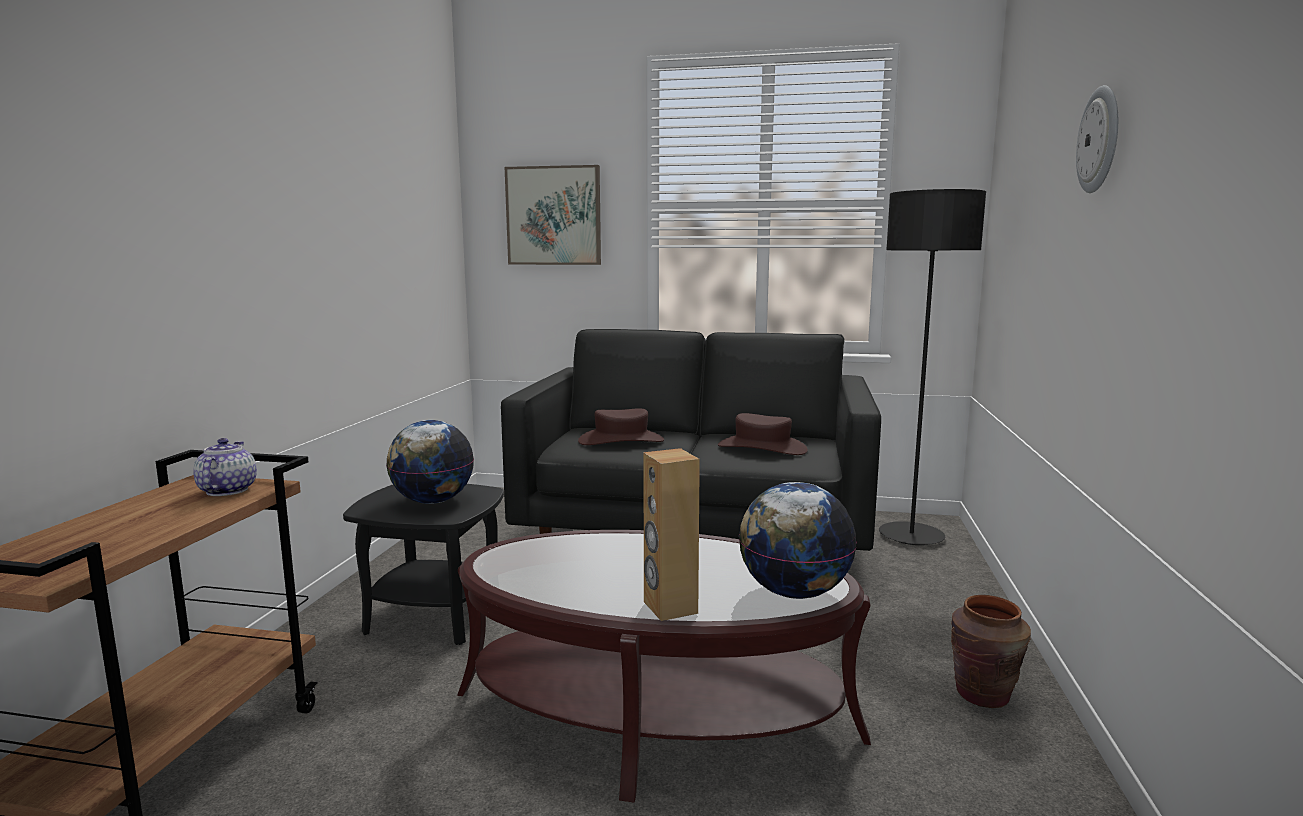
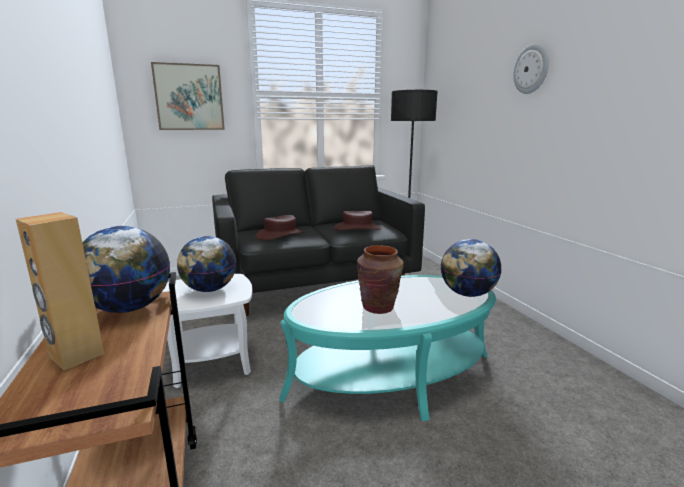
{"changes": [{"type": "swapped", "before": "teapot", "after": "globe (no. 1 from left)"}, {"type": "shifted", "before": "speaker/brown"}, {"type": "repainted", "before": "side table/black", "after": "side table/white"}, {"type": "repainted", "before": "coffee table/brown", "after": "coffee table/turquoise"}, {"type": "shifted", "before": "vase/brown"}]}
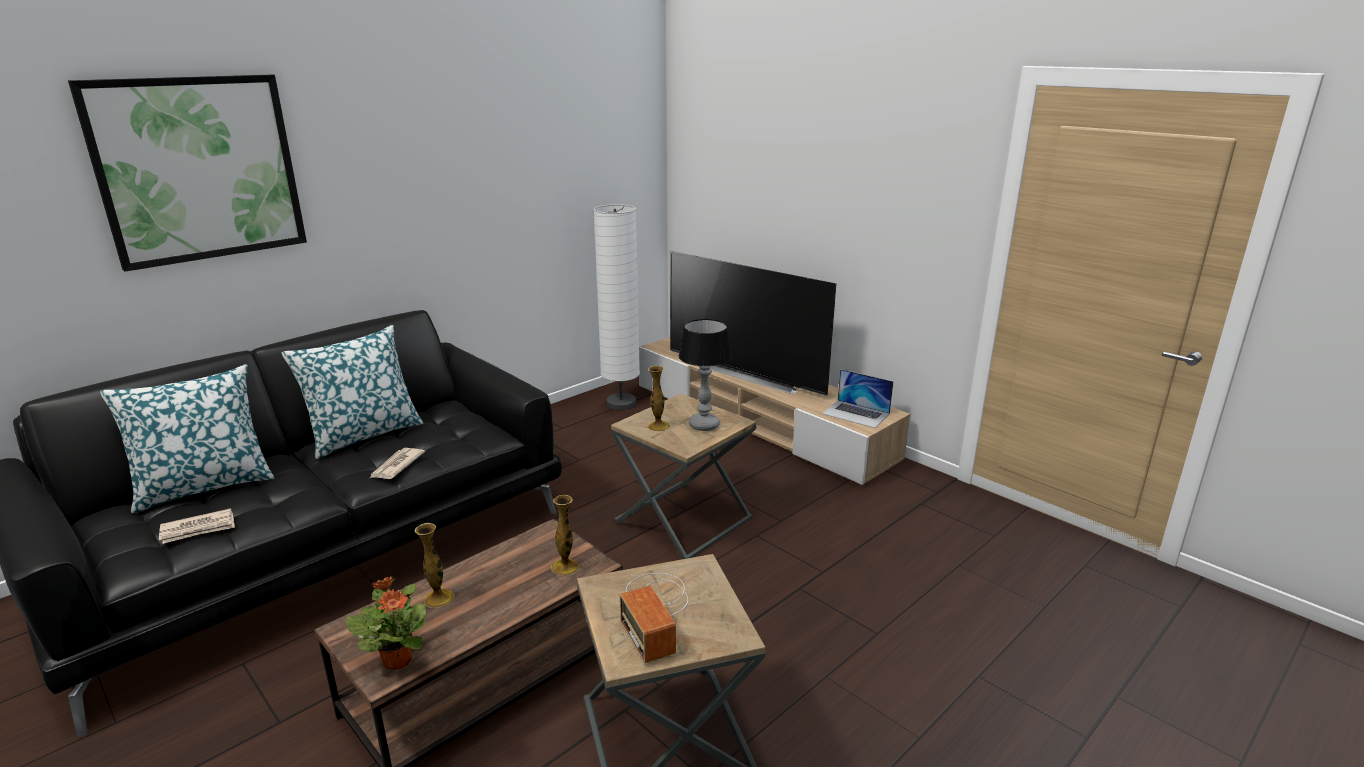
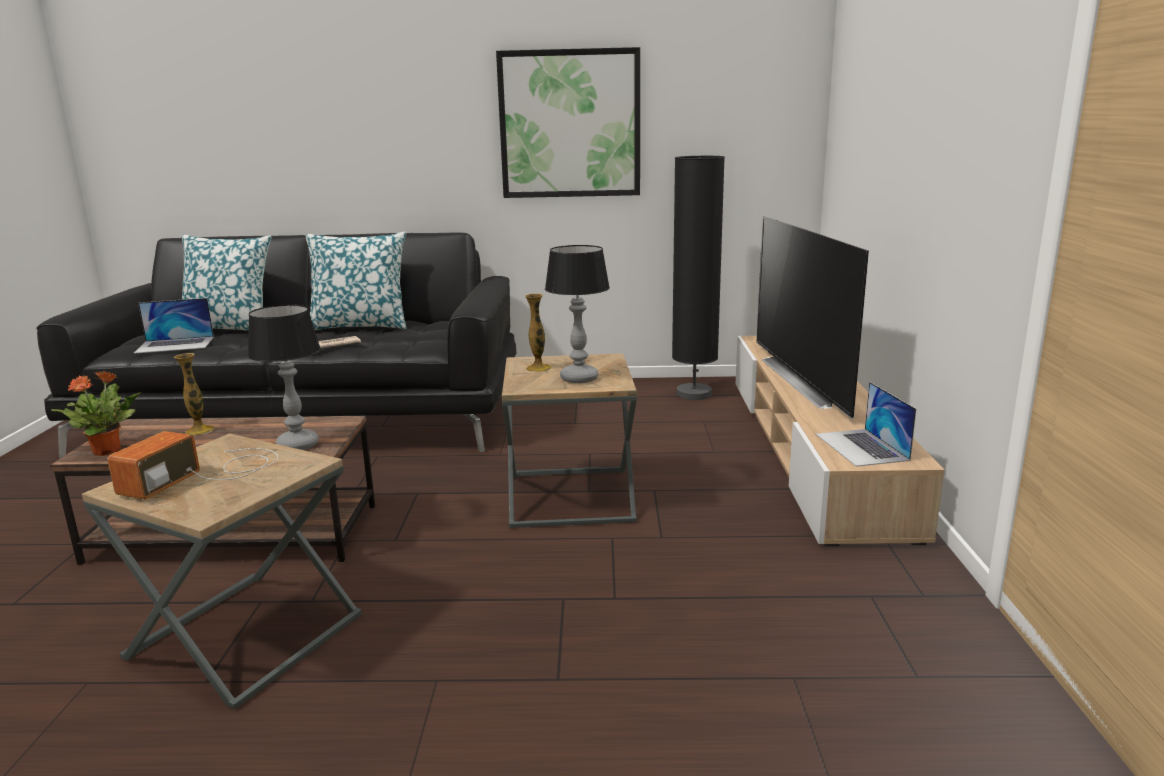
{"changes": [{"type": "shifted", "before": "picture"}, {"type": "repainted", "before": "floor lamp/white", "after": "floor lamp/black"}, {"type": "swapped", "before": "vase (no. 2 from left)", "after": "table lamp (no. 1 from left)"}, {"type": "swapped", "before": "newspaper (no. 1 from left)", "after": "laptop (no. 1 from left)"}]}
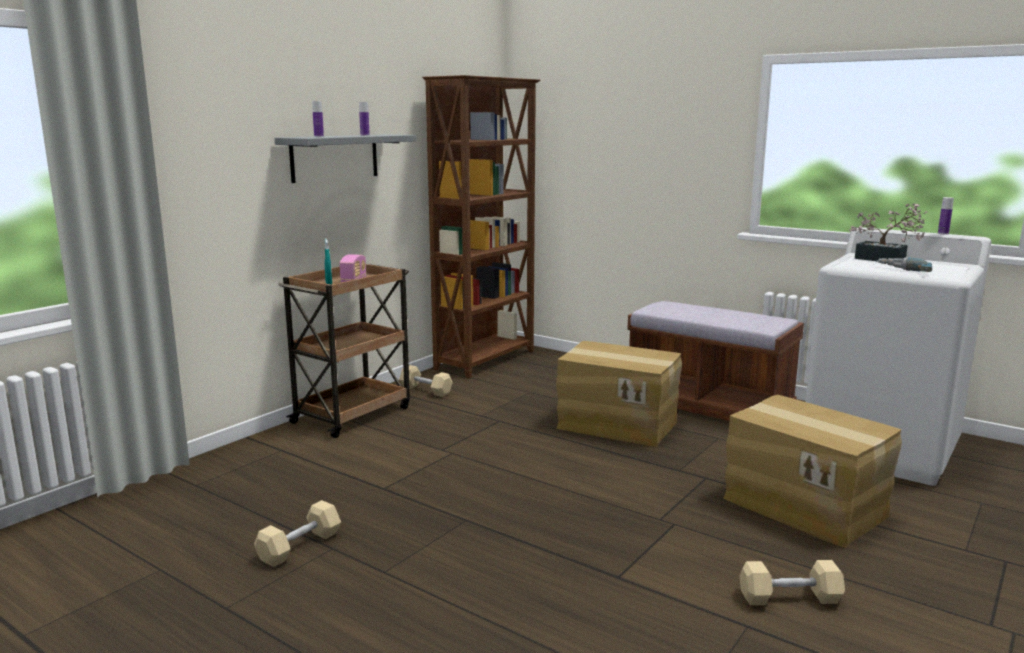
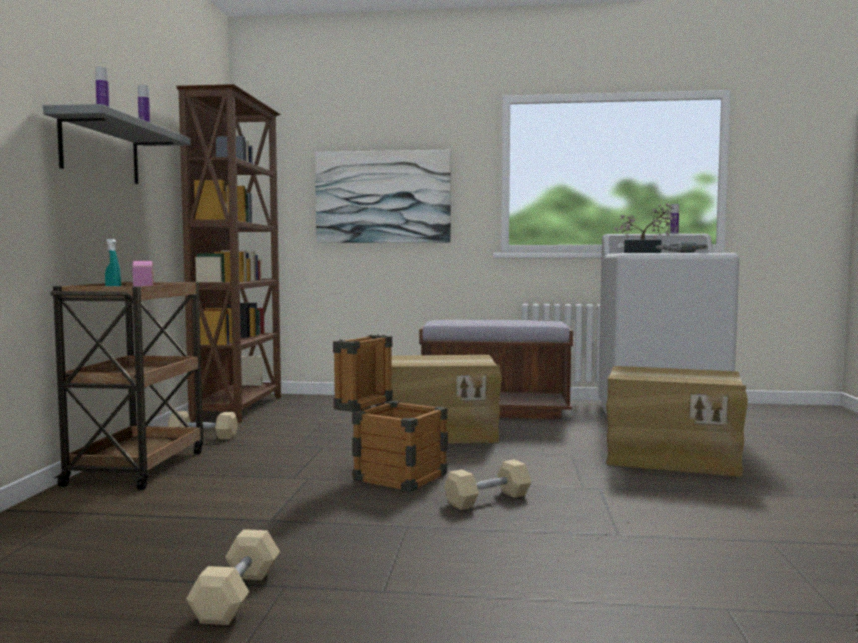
{"changes": [{"type": "shifted", "before": "dumbbell/beige (no. 3 from left)"}, {"type": "new", "after": "picture"}, {"type": "new", "after": "crate"}]}
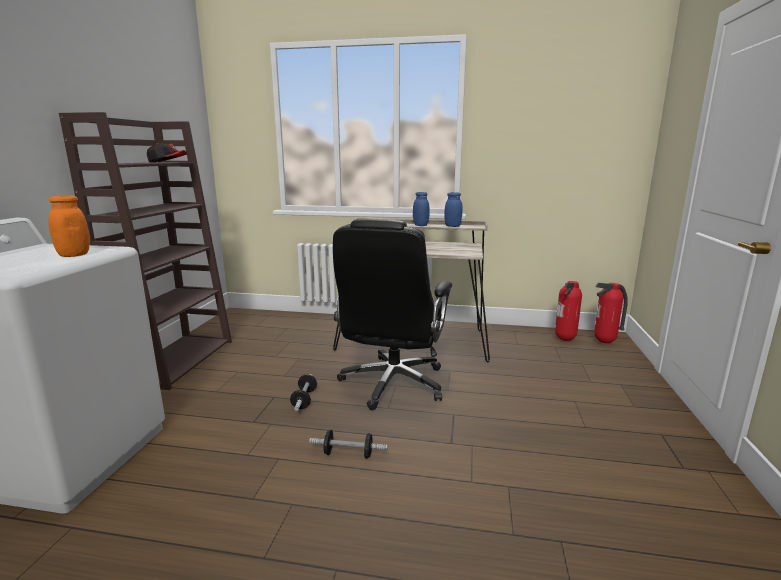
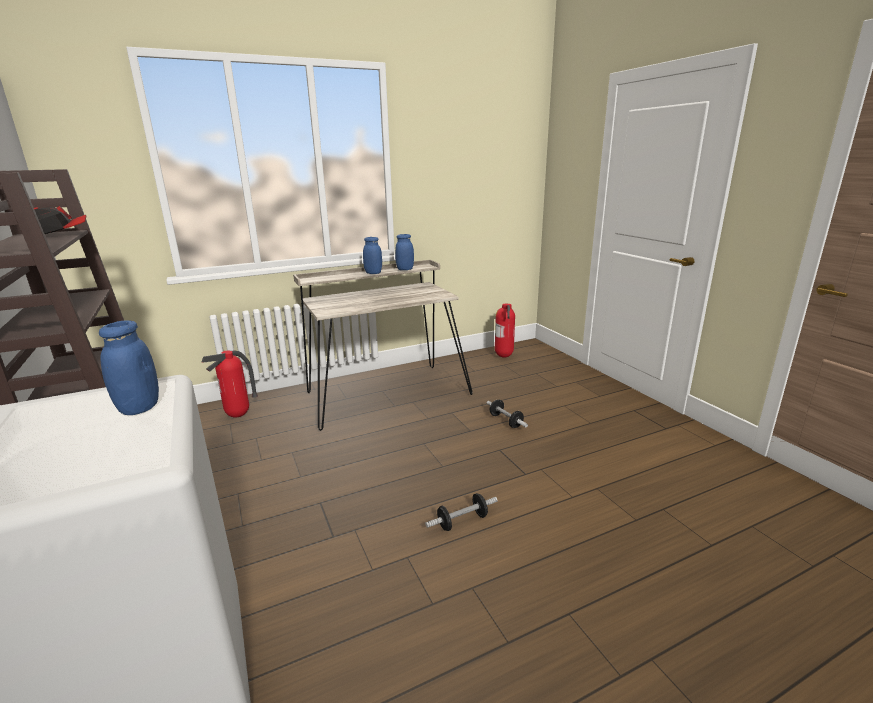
{"changes": [{"type": "repainted", "before": "jar/orange", "after": "jar/blue (no. 1 from left)"}, {"type": "gone", "before": "office chair/black"}, {"type": "shifted", "before": "fire extinguisher (no. 2 from left in the first image)", "after": "fire extinguisher (no. 1 from left)"}, {"type": "shifted", "before": "dumbbell (no. 1 from left in the first image)", "after": "dumbbell (no. 2 from left)"}]}
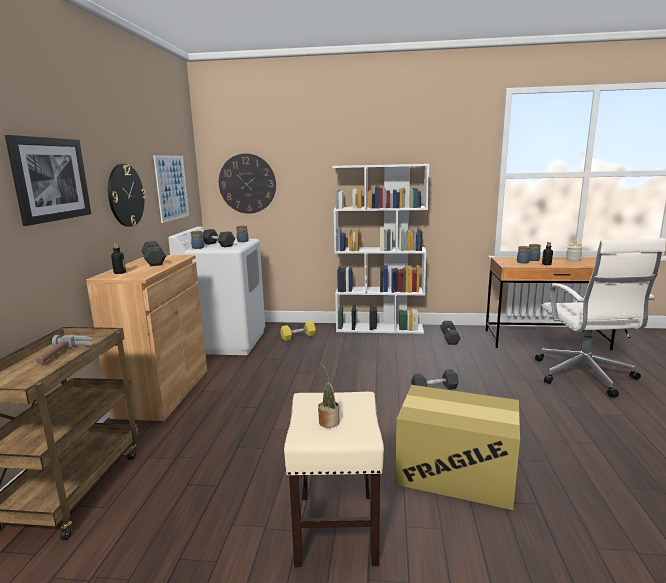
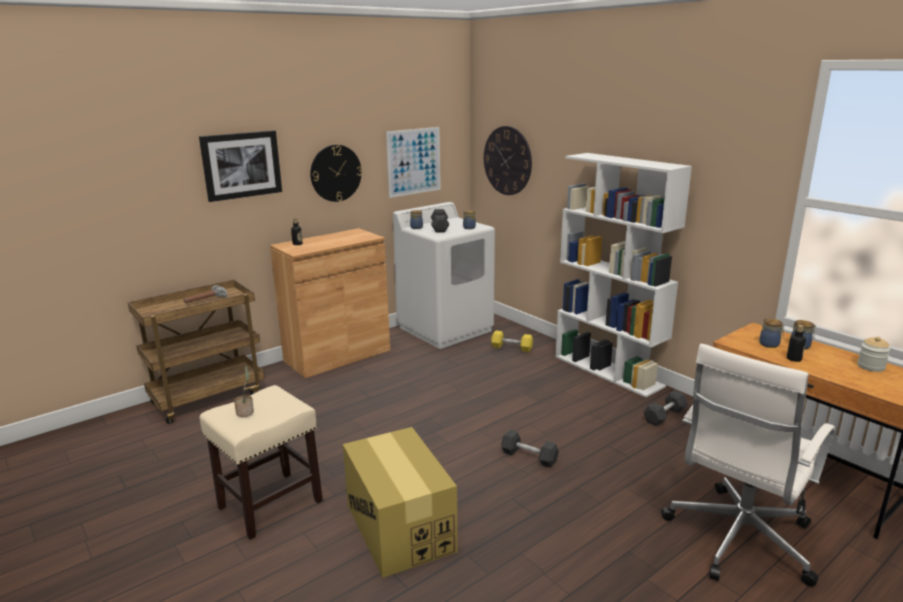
{"changes": [{"type": "gone", "before": "dumbbell/grey (no. 1 from left)"}]}
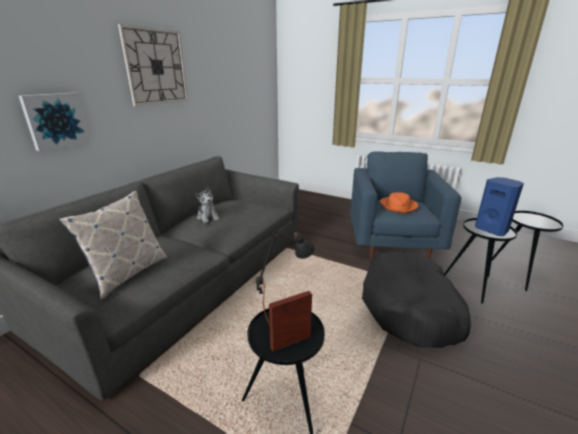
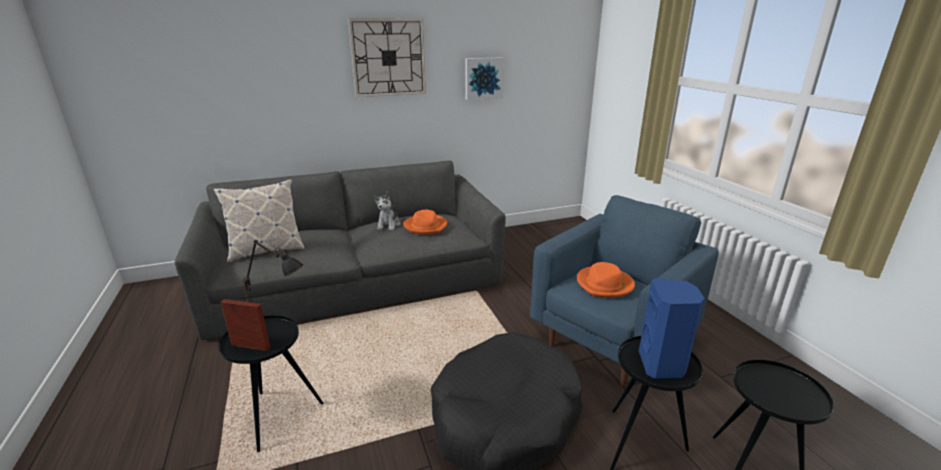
{"changes": [{"type": "shifted", "before": "picture"}, {"type": "new", "after": "hat/orange (no. 1 from left)"}]}
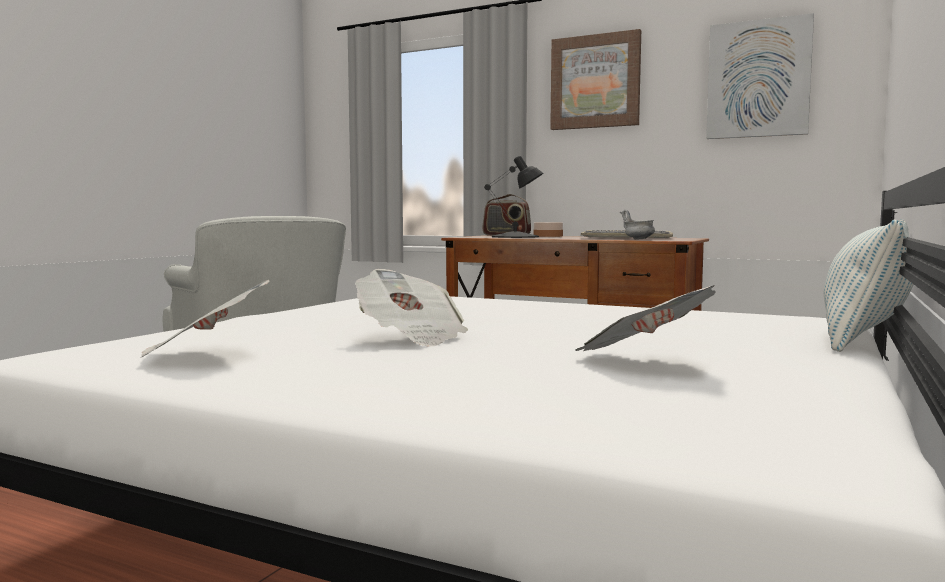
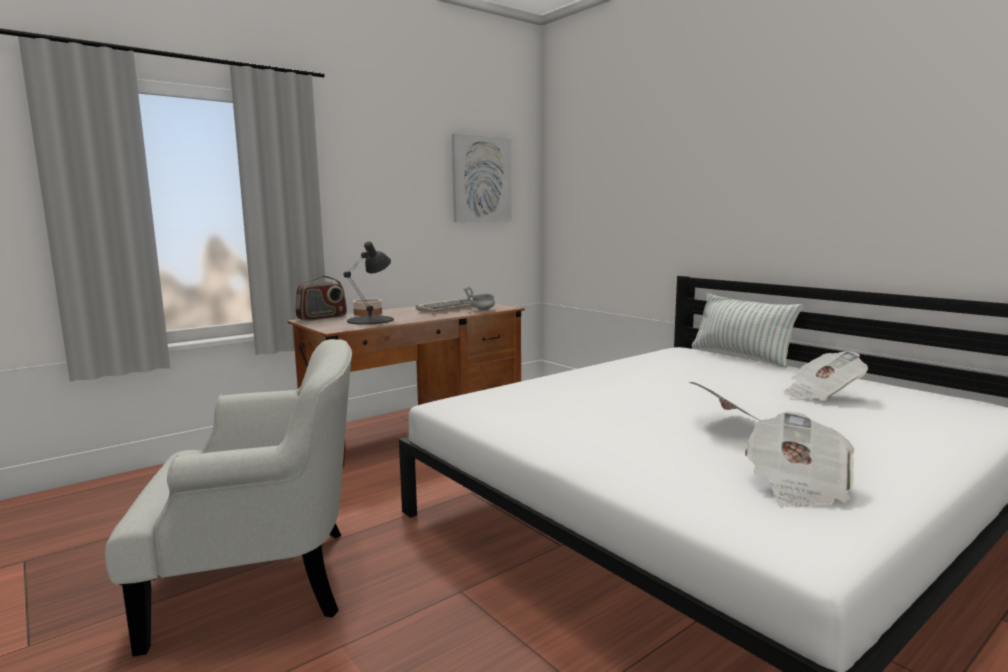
{"changes": [{"type": "gone", "before": "picture (no. 1 from left)"}]}
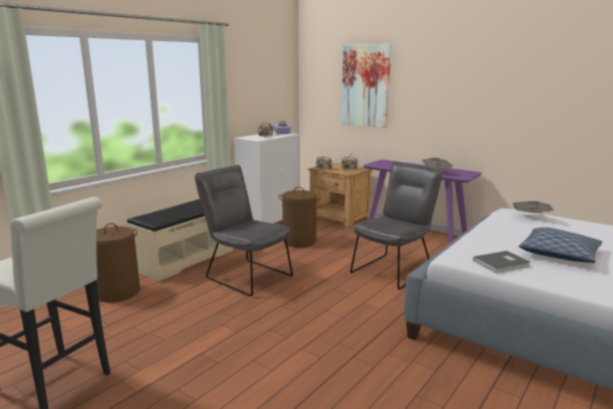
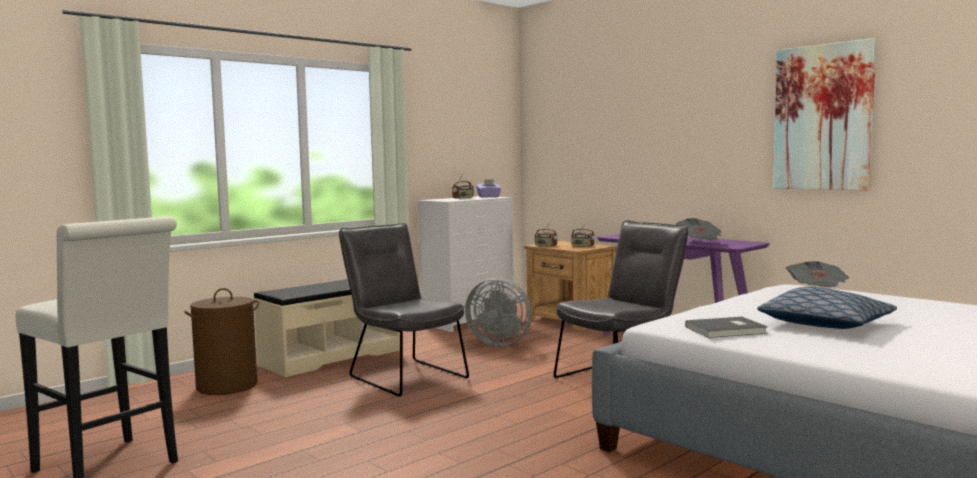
{"changes": [{"type": "shifted", "before": "picture"}, {"type": "swapped", "before": "laundry basket/brown (no. 2 from left)", "after": "fan/grey"}]}
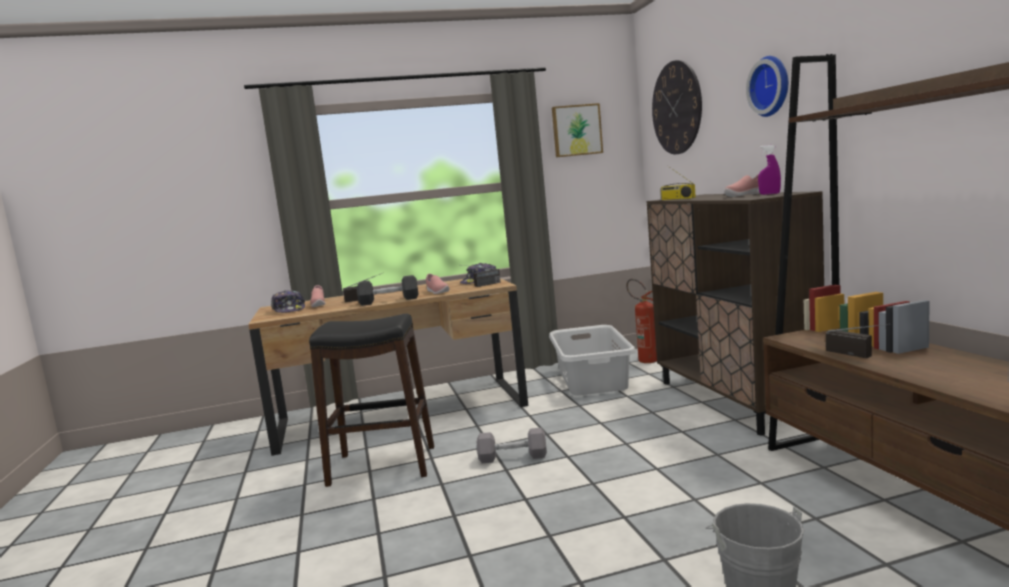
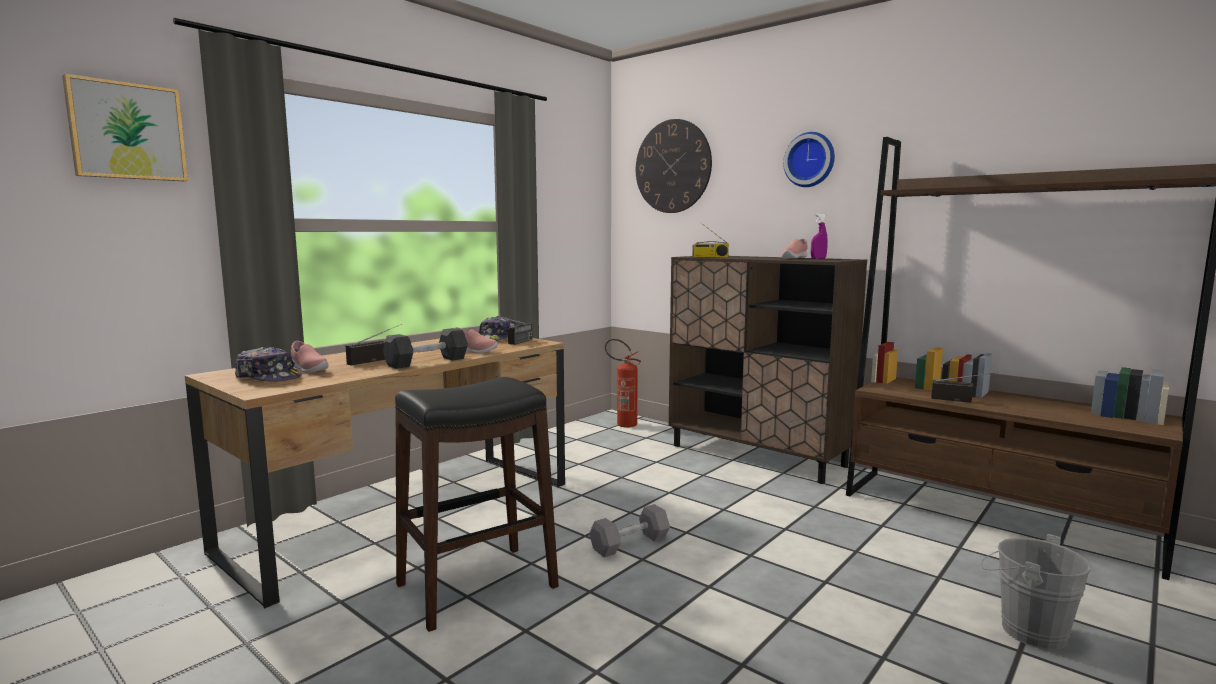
{"changes": [{"type": "shifted", "before": "picture"}, {"type": "gone", "before": "laundry basket/grey"}]}
